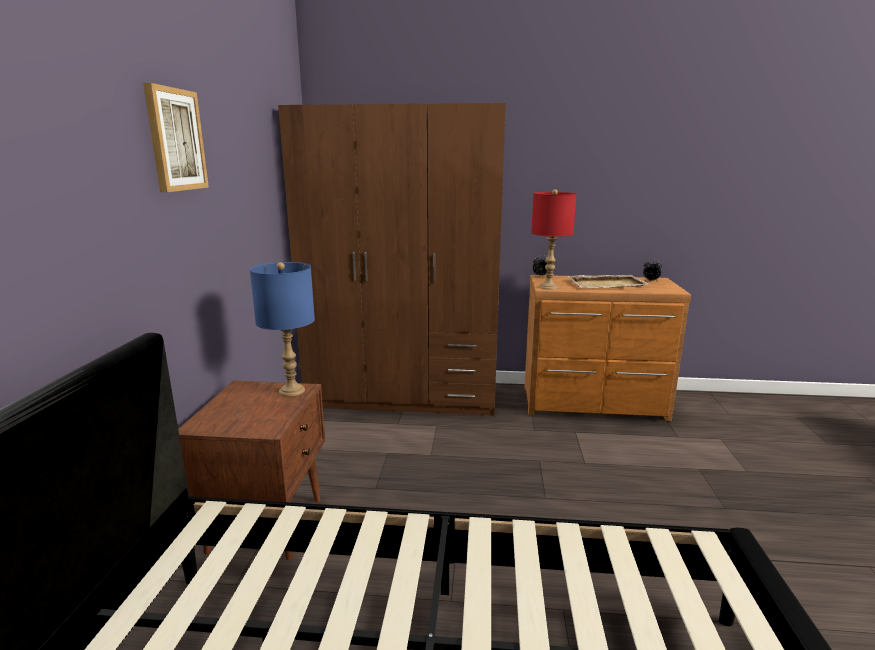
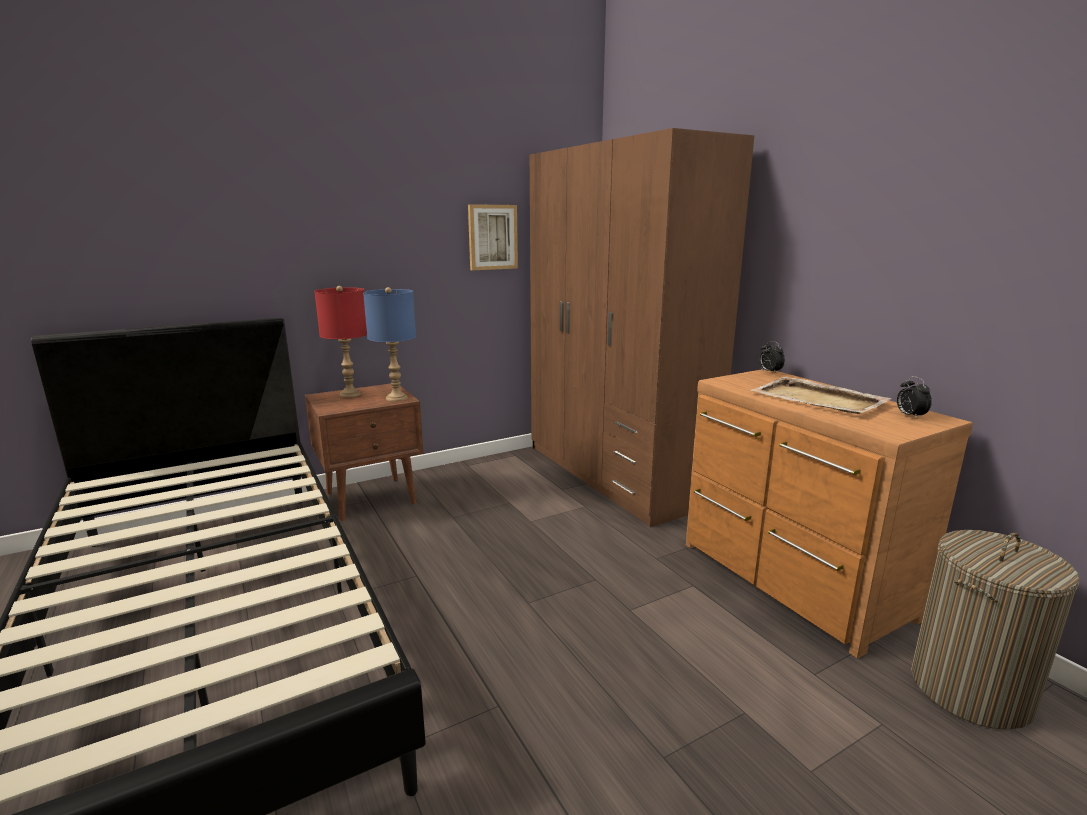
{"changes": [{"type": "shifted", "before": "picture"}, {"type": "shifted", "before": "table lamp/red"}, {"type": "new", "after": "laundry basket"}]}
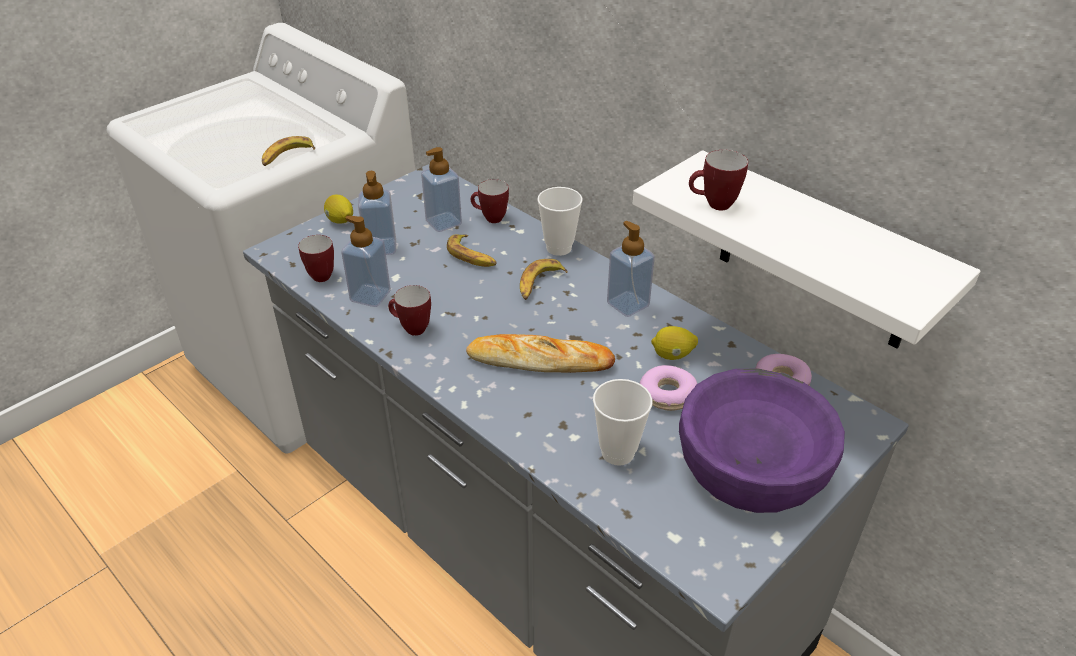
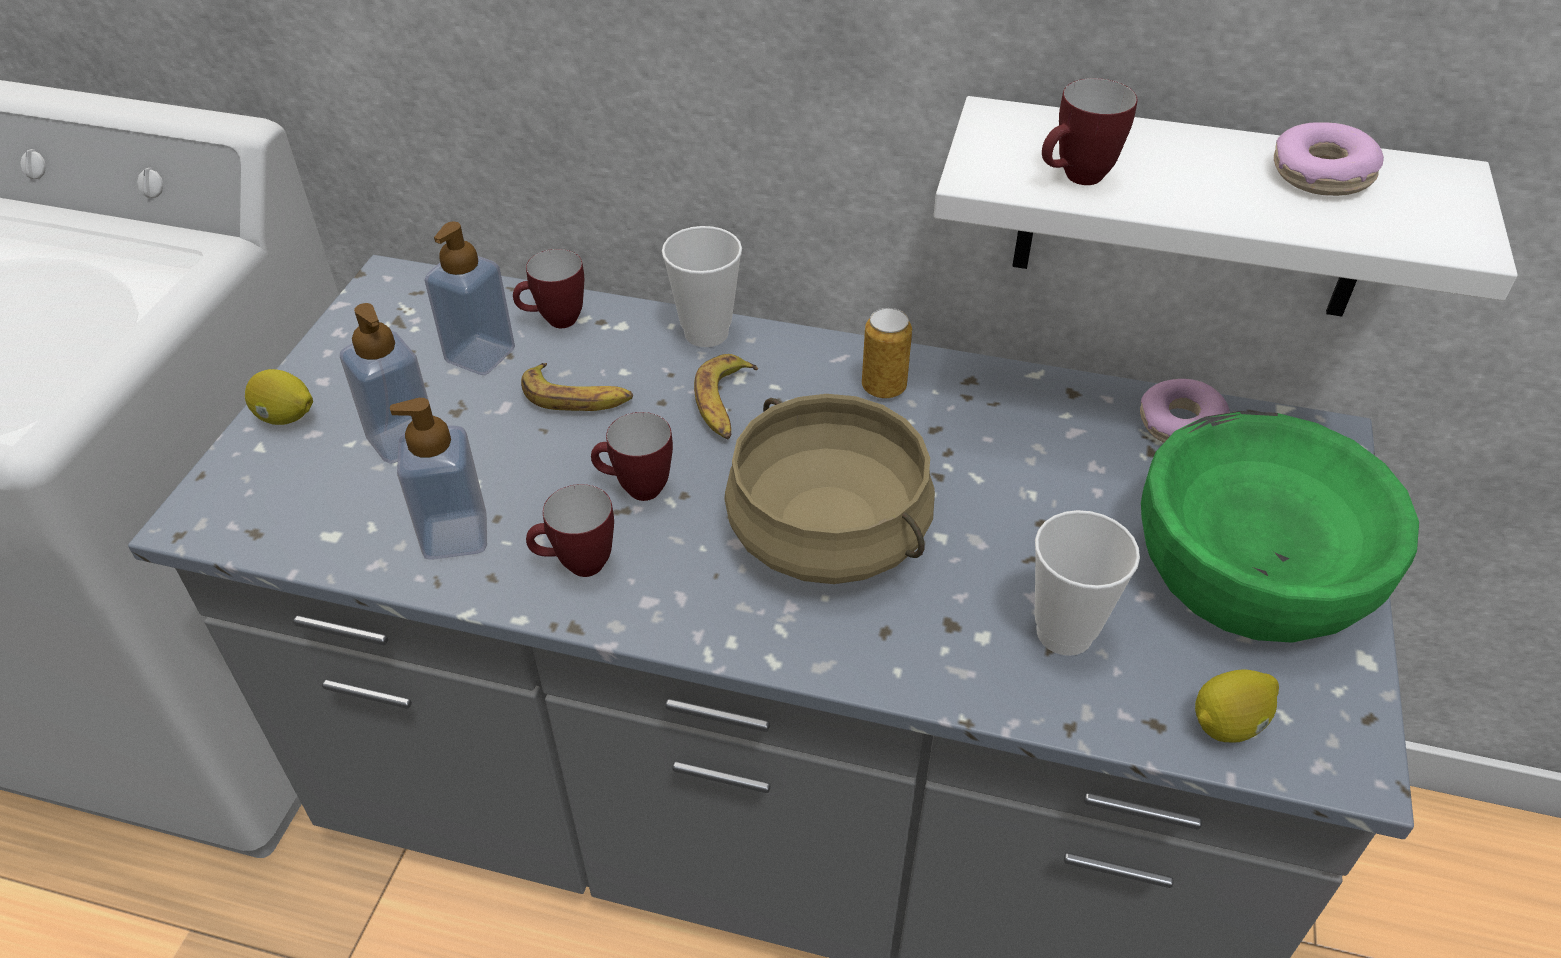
{"changes": [{"type": "gone", "before": "banana (no. 1 from left)"}, {"type": "swapped", "before": "soap dispenser (no. 4 from left)", "after": "can"}, {"type": "shifted", "before": "mug (no. 1 from left in the first image)", "after": "mug (no. 3 from left)"}, {"type": "shifted", "before": "lemon (no. 2 from left)"}, {"type": "swapped", "before": "bread", "after": "cooking pot/beige"}, {"type": "shifted", "before": "donut (no. 1 from left in the first image)", "after": "donut (no. 2 from left)"}, {"type": "repainted", "before": "bowl/purple", "after": "bowl/green"}]}
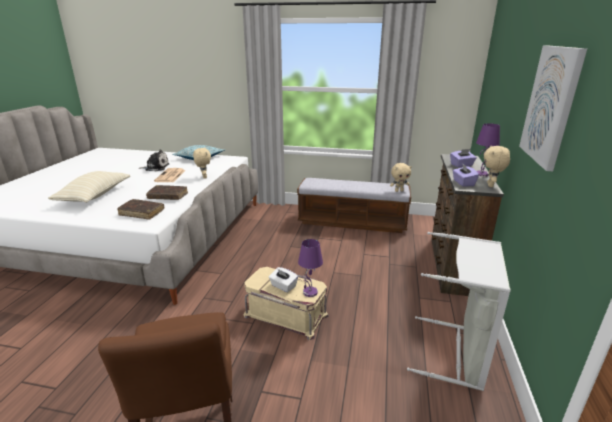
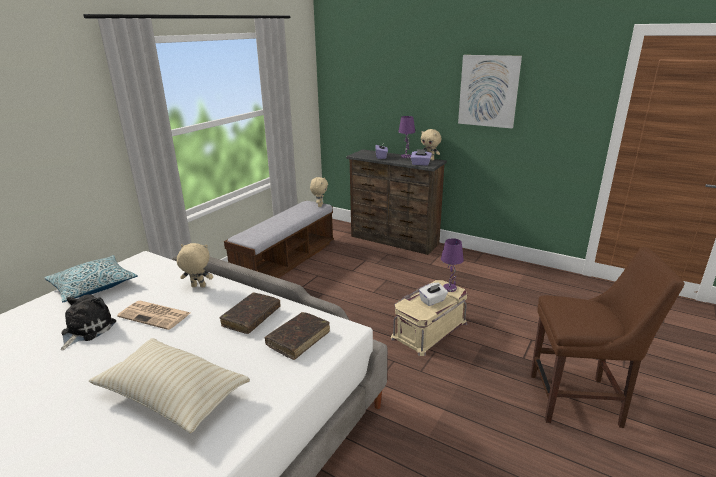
{"changes": [{"type": "gone", "before": "laundry basket/grey"}]}
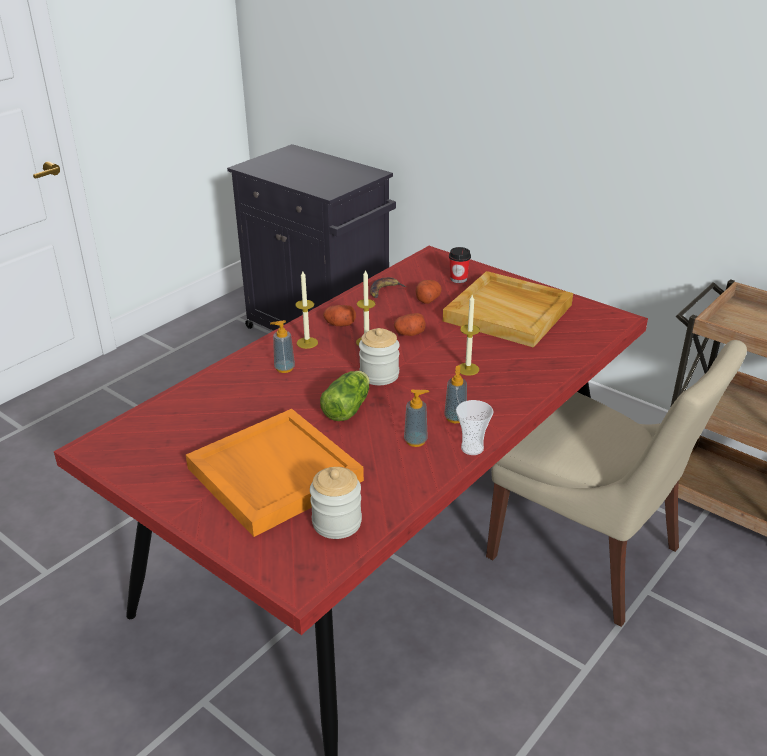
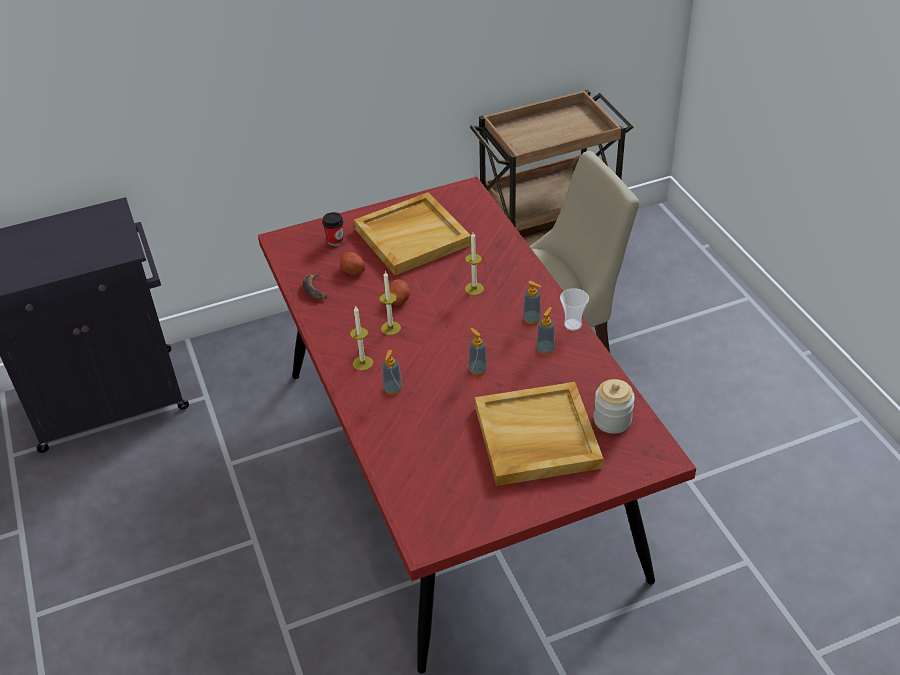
{"changes": [{"type": "gone", "before": "potato (no. 1 from left)"}, {"type": "gone", "before": "jar (no. 2 from left)"}, {"type": "swapped", "before": "lettuce", "after": "soap dispenser (no. 2 from left)"}, {"type": "repainted", "before": "tray/orange", "after": "tray/beige (no. 2 from left)"}]}
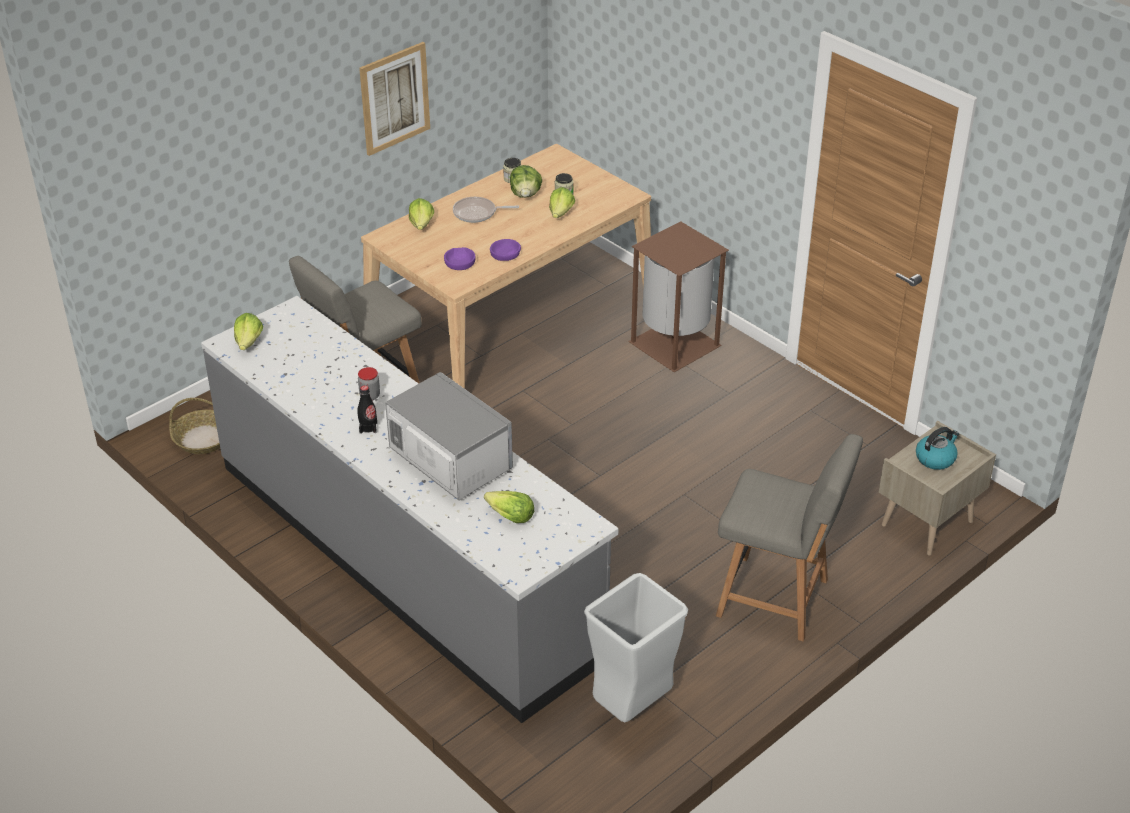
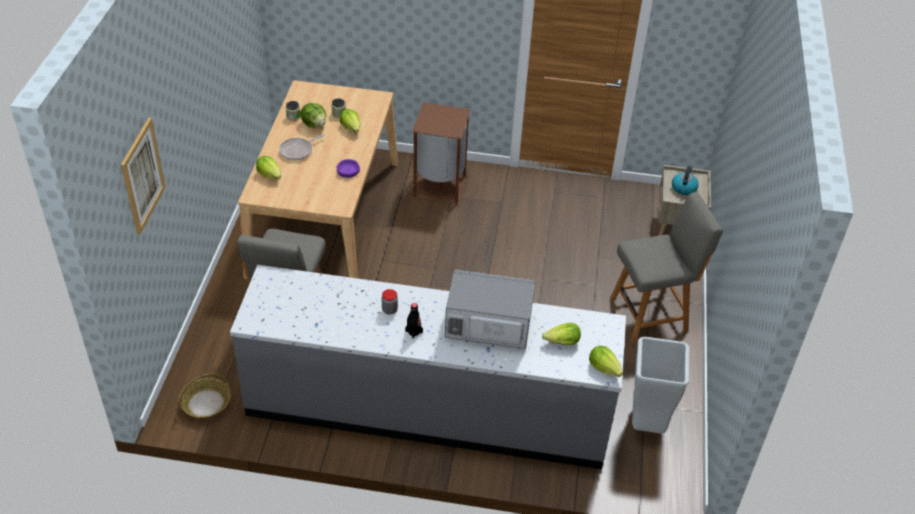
{"changes": [{"type": "shifted", "before": "picture"}, {"type": "gone", "before": "bowl/purple (no. 1 from left)"}, {"type": "shifted", "before": "lettuce (no. 1 from left in the first image)", "after": "lettuce (no. 5 from left)"}]}
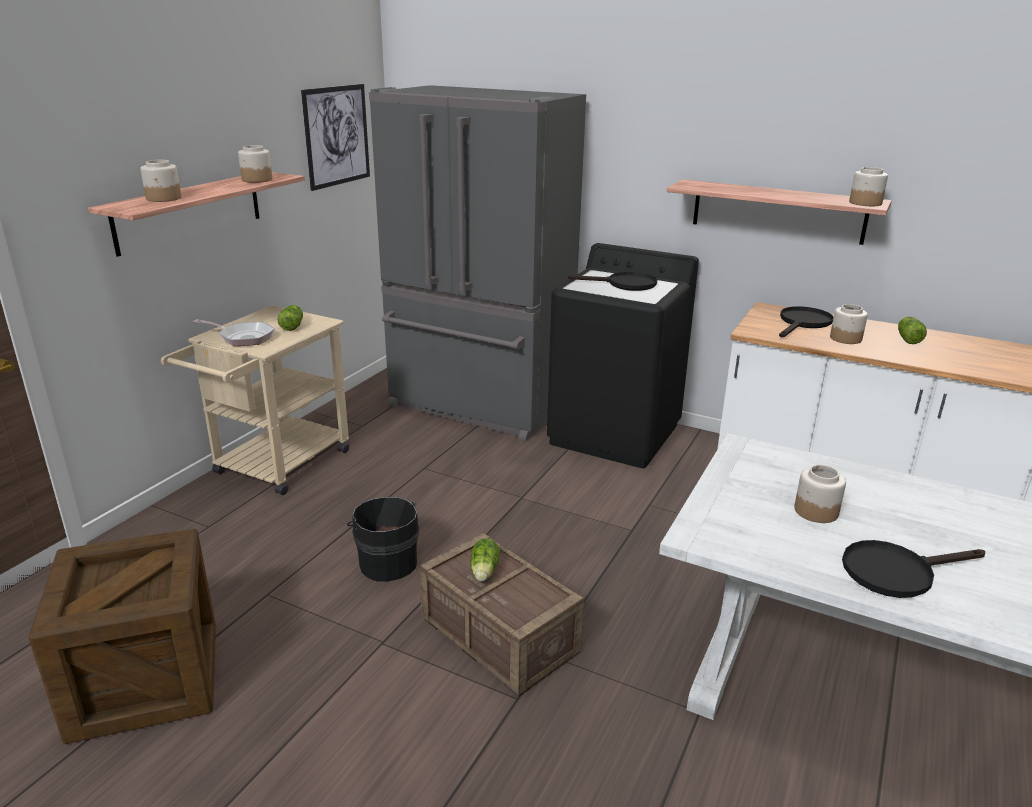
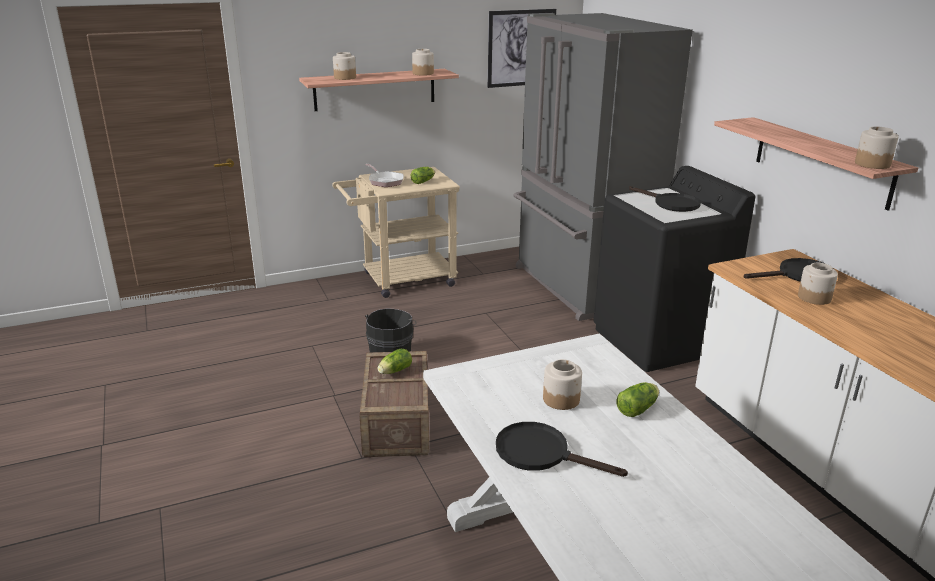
{"changes": [{"type": "shifted", "before": "lettuce (no. 3 from left)"}, {"type": "gone", "before": "crate (no. 1 from left)"}]}
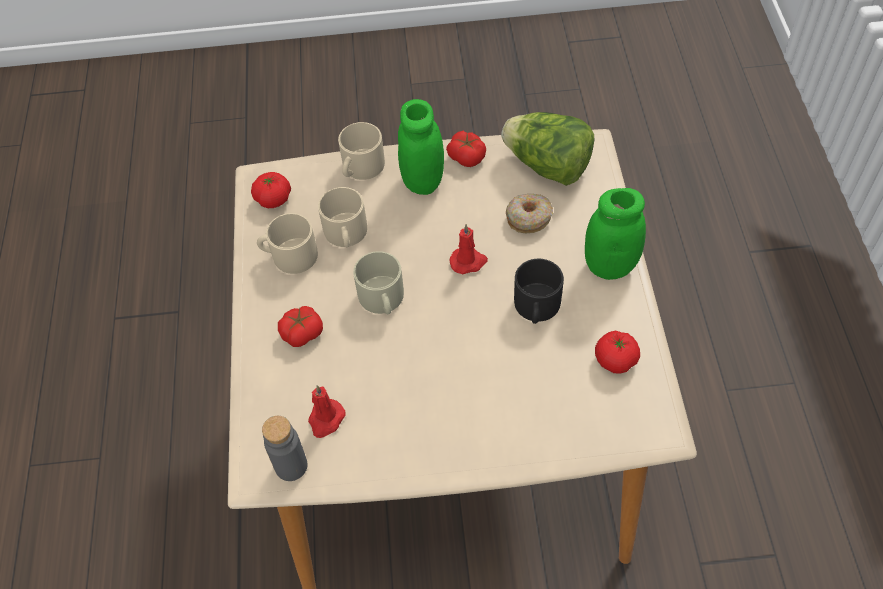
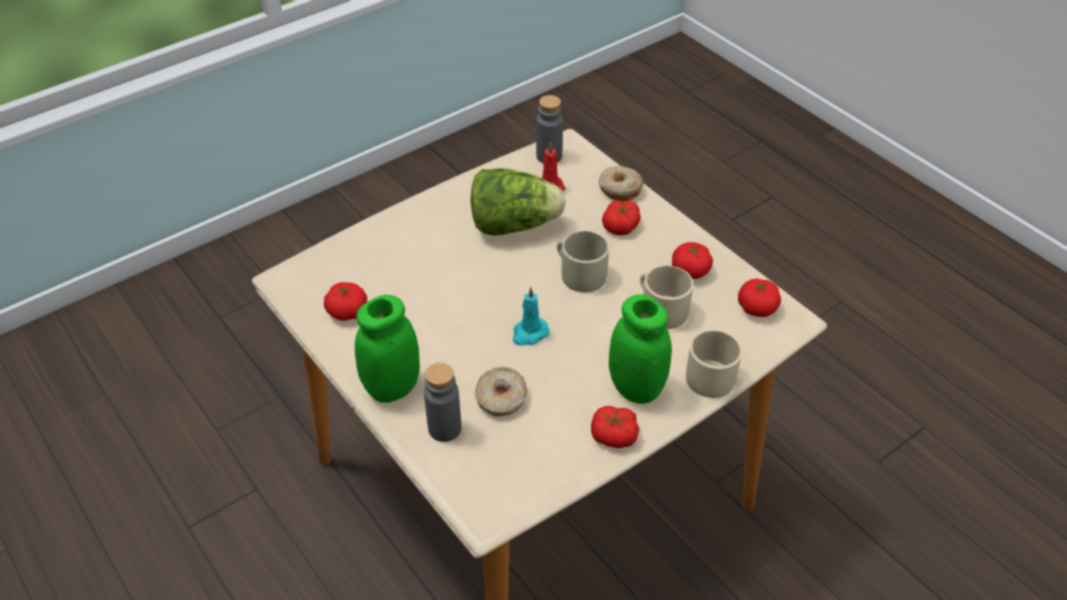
{"changes": [{"type": "shifted", "before": "lettuce"}, {"type": "swapped", "before": "mug/beige (no. 1 from left)", "after": "tomato (no. 4 from left)"}, {"type": "repainted", "before": "candle/red (no. 2 from left)", "after": "candle/turquoise"}, {"type": "gone", "before": "mug/black"}, {"type": "new", "after": "donut (no. 2 from left)"}, {"type": "new", "after": "bottle/grey (no. 1 from left)"}]}
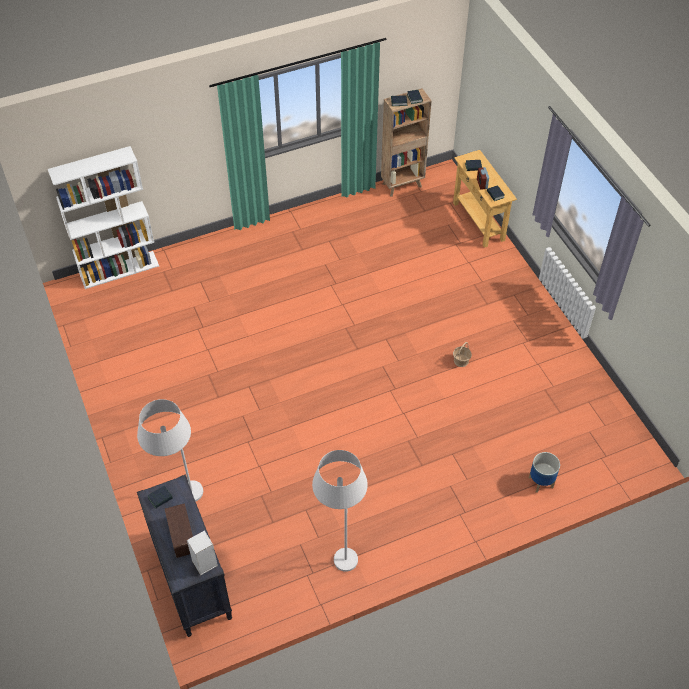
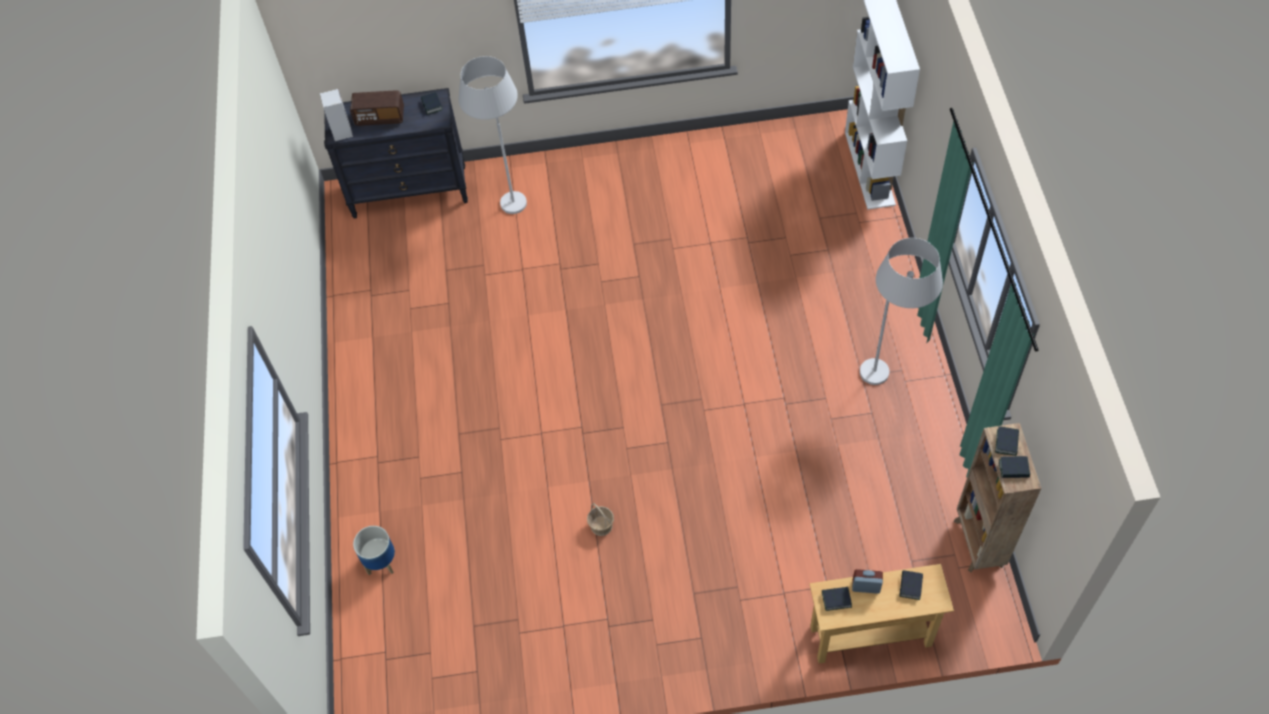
{"changes": [{"type": "shifted", "before": "floor lamp/white (no. 2 from left)"}]}
